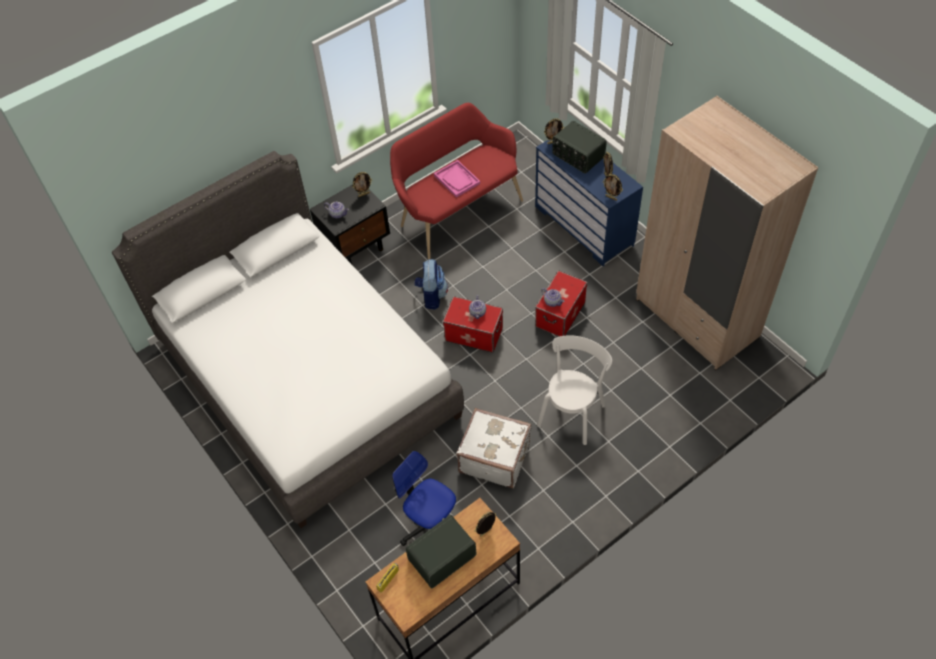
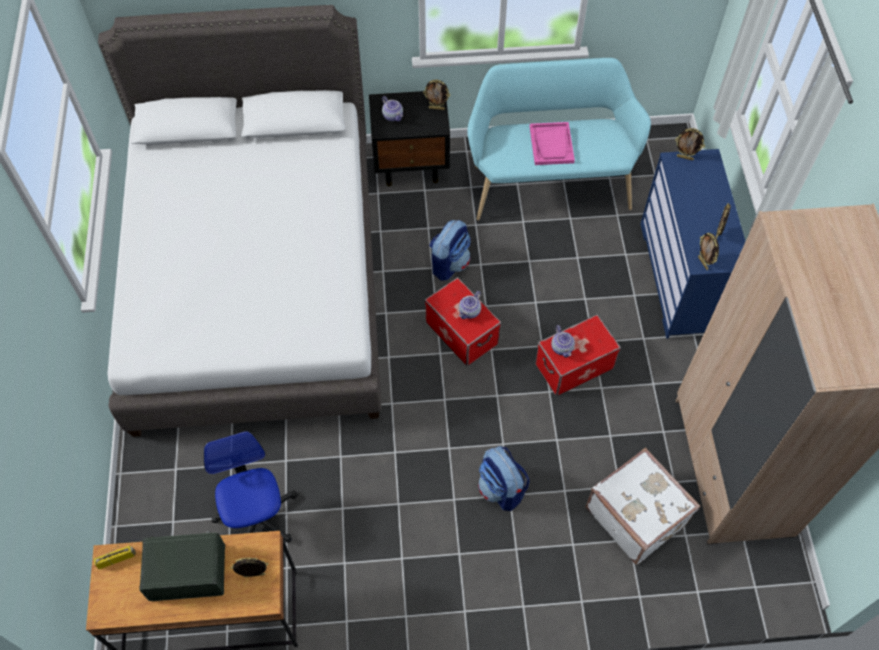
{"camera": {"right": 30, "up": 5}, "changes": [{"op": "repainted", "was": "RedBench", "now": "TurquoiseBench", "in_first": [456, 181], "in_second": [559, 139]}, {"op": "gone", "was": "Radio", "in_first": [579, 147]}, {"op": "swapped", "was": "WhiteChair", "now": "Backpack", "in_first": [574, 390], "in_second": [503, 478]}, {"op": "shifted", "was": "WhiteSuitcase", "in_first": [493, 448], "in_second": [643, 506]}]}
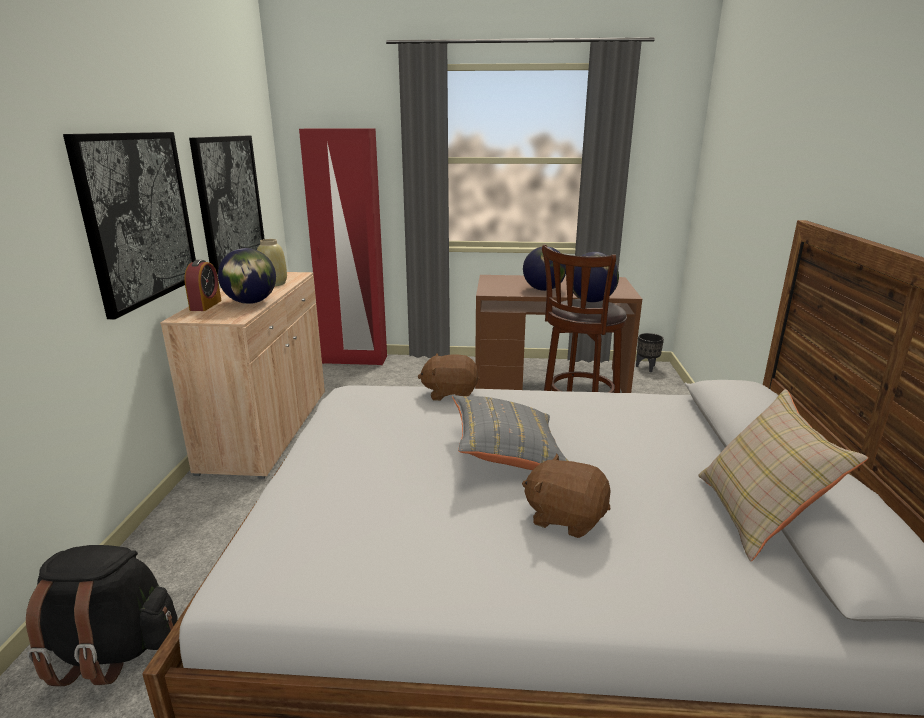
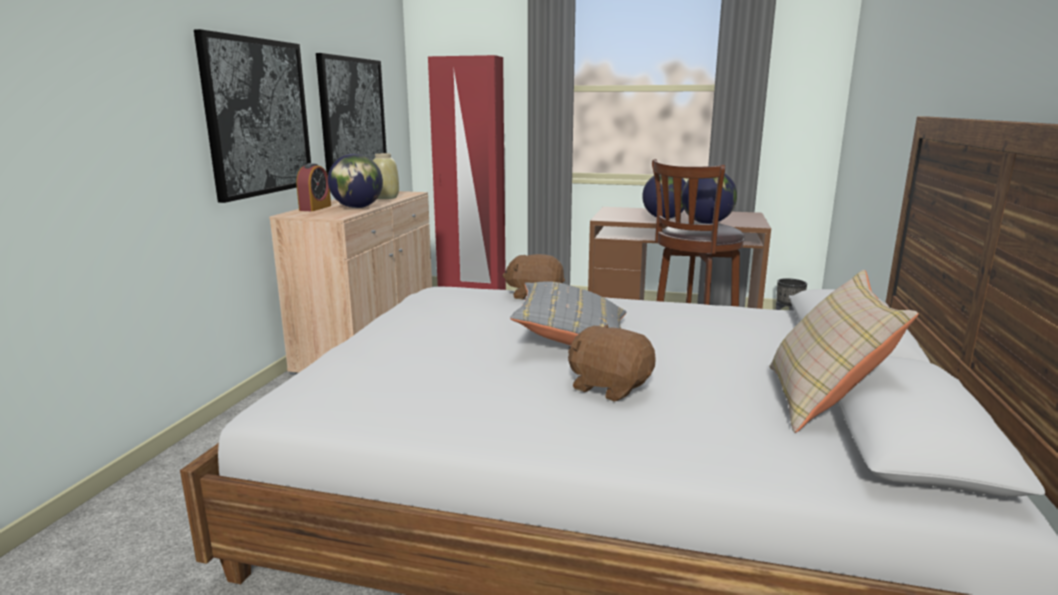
{"camera": {"right": 10, "up": -5}, "changes": [{"op": "gone", "was": "BlackBackpack", "in_first": [102, 615]}]}
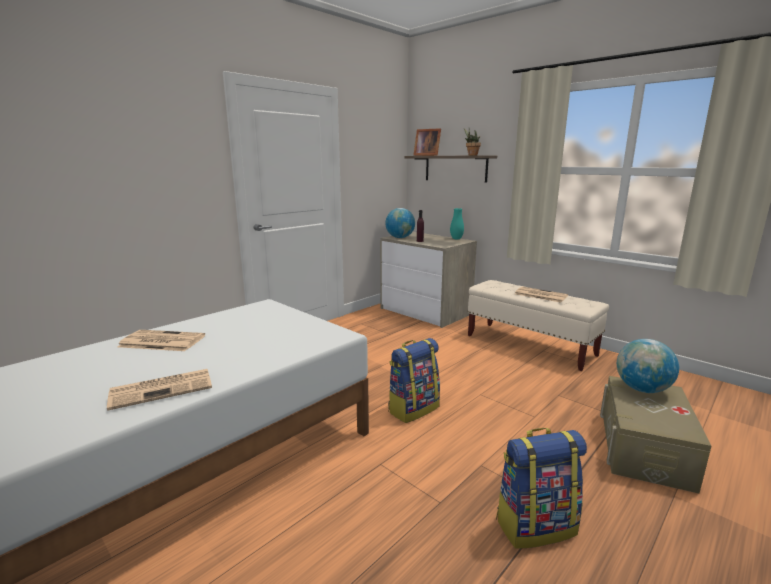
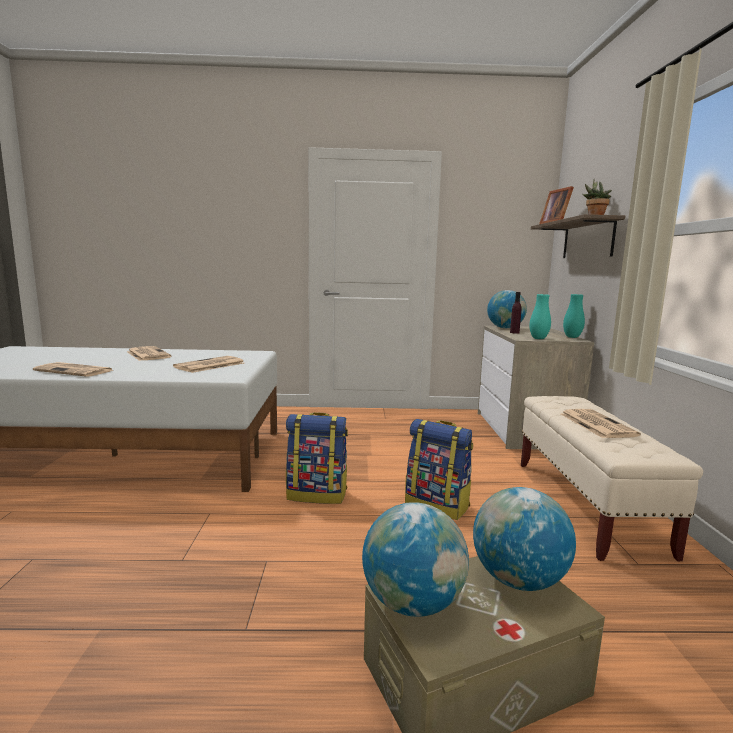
{"camera": {"right": 45, "up": -5}, "changes": [{"op": "shifted", "was": "Backpack", "in_first": [541, 488], "in_second": [439, 469]}, {"op": "new", "now": "TurquoiseVase", "in_second": [540, 316]}, {"op": "new", "now": "Newspaper", "in_second": [208, 364]}, {"op": "new", "now": "Globe", "in_second": [415, 559]}]}
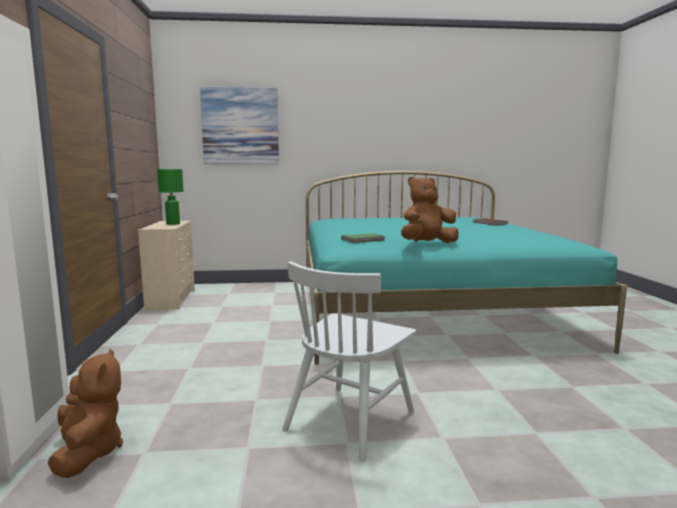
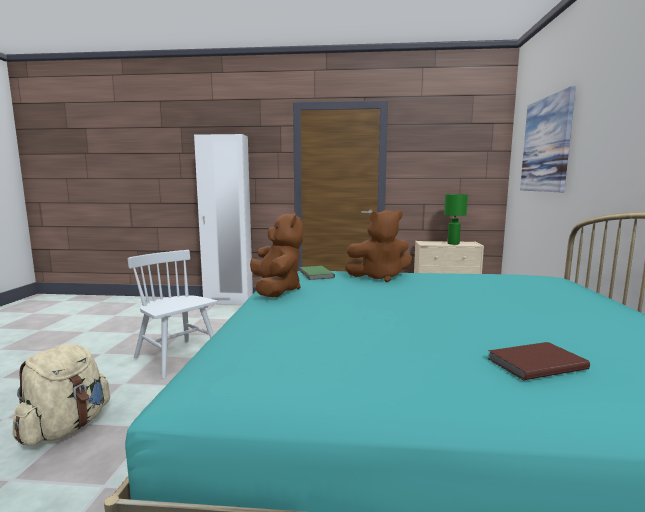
{"camera": {"right": 100, "up": 0}, "changes": [{"op": "shifted", "was": "BrownPlushToy", "in_first": [85, 413], "in_second": [378, 246]}, {"op": "new", "now": "BeigeBackpack", "in_second": [61, 395]}]}
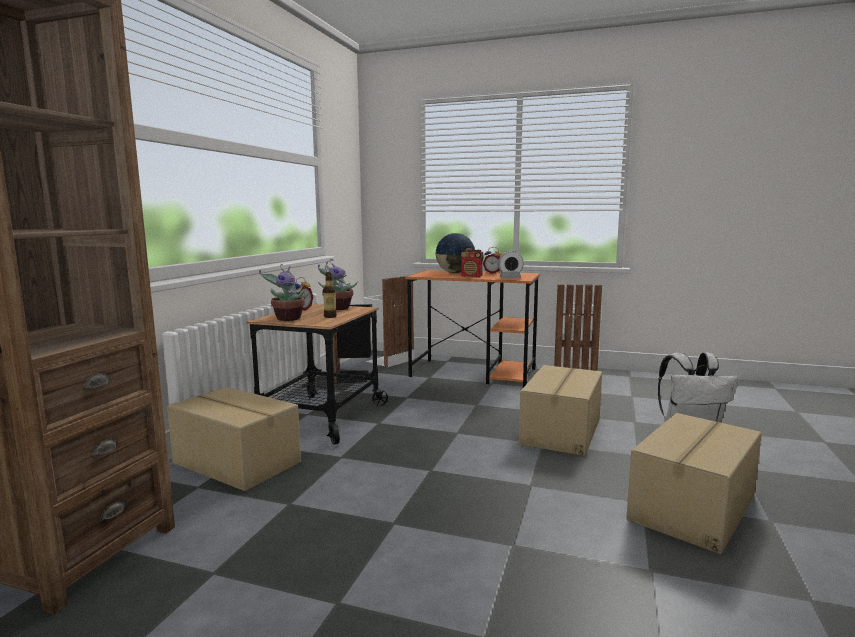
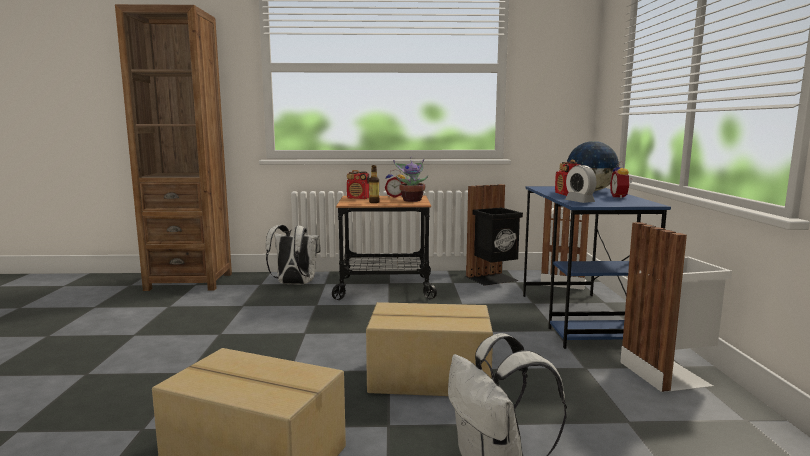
{"camera": {"right": 70, "up": 0}, "changes": [{"op": "swapped", "was": "PottedPlant", "now": "Radio", "in_first": [282, 292], "in_second": [358, 184]}, {"op": "repainted", "was": "OrangeDesk", "now": "BlueDesk", "in_first": [472, 328], "in_second": [597, 267]}, {"op": "swapped", "was": "CardboardBox", "now": "WhiteBackpack", "in_first": [234, 439], "in_second": [293, 255]}]}
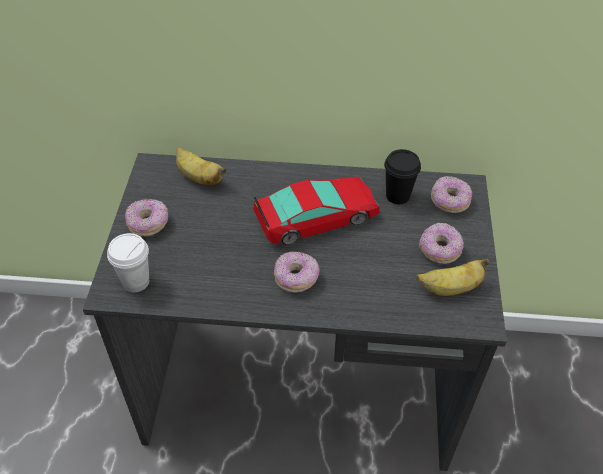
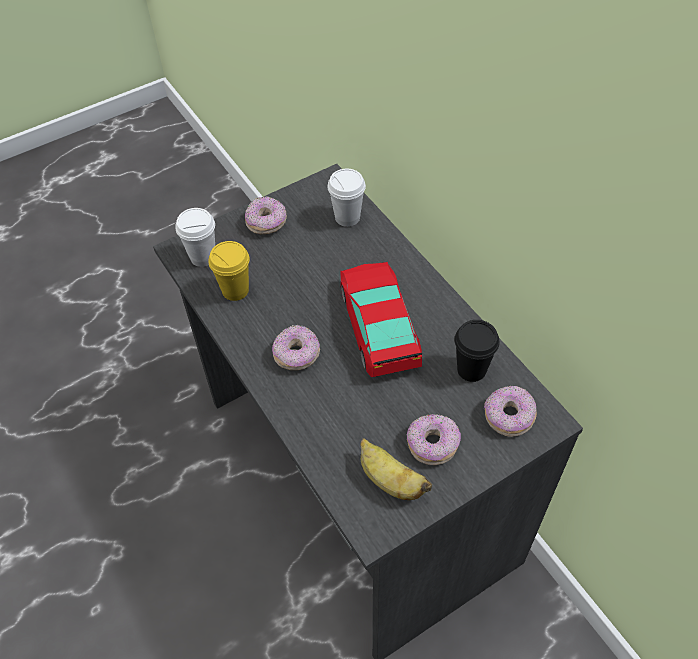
{"camera": {"right": 55, "up": 5}, "changes": [{"op": "swapped", "was": "Banana", "now": "WhiteCup", "in_first": [201, 166], "in_second": [346, 198]}, {"op": "rotated", "was": "ToyCar", "in_first": [316, 211], "in_second": [381, 319], "clockwise": -135}, {"op": "new", "now": "YellowCup", "in_second": [229, 271]}]}
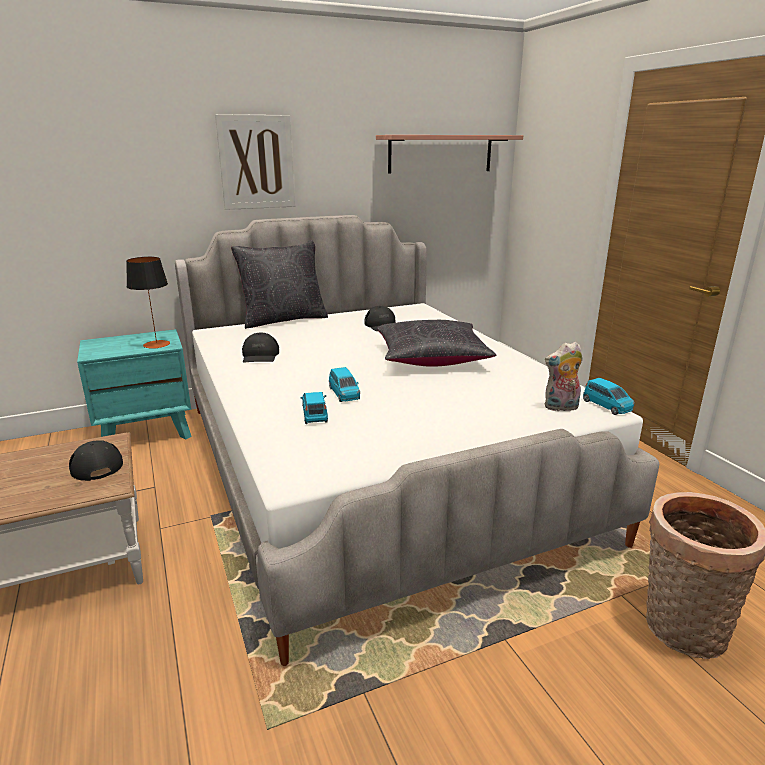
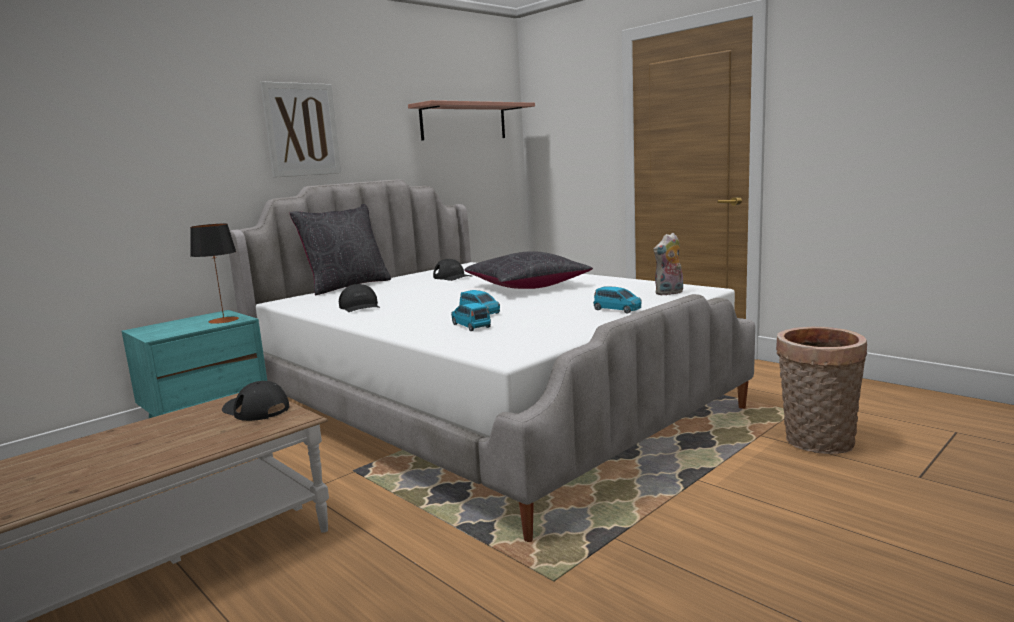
{"camera": {"right": -20, "up": -10}, "changes": [{"op": "shifted", "was": "BlueToyCar", "in_first": [609, 396], "in_second": [617, 300]}]}
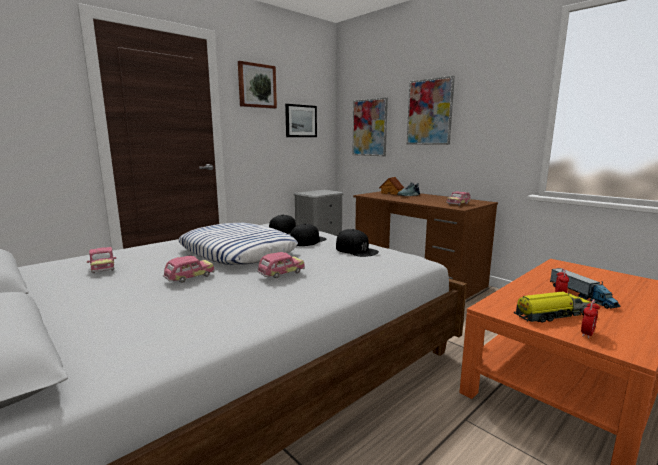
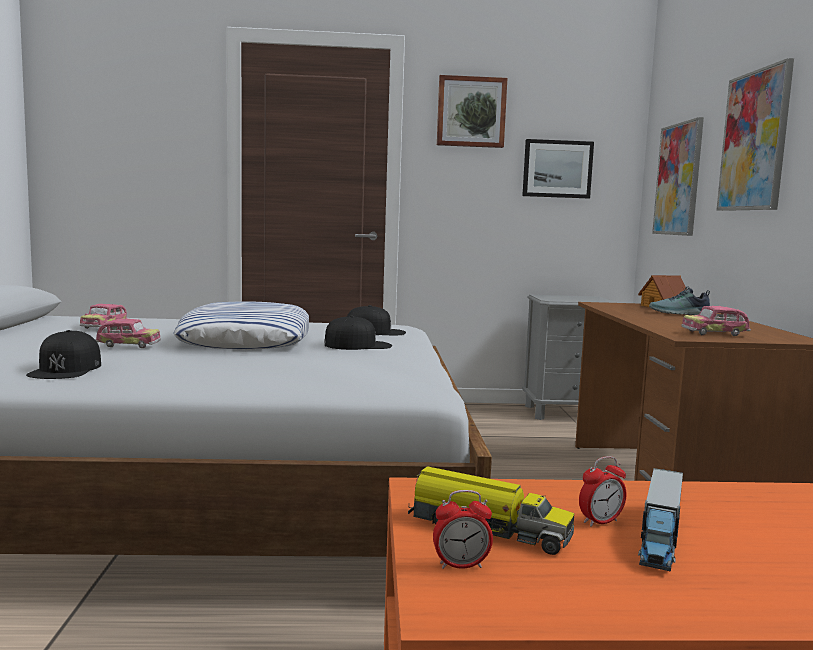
{"camera": {"right": 40, "up": -5}, "changes": [{"op": "shifted", "was": "BlackCap", "in_first": [357, 243], "in_second": [63, 354]}, {"op": "gone", "was": "ToyCar", "in_first": [281, 265]}]}
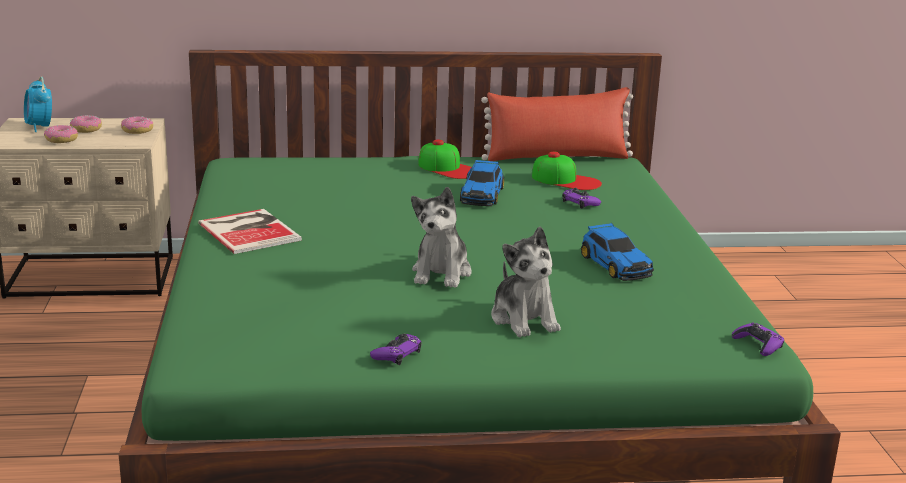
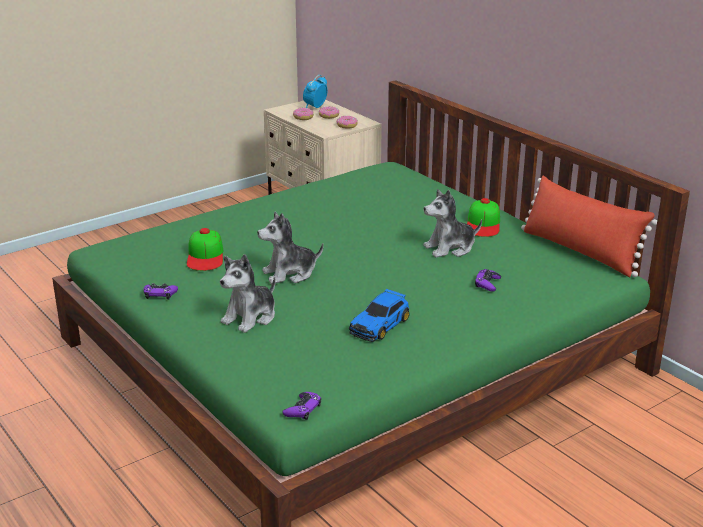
{"camera": {"right": 60, "up": 5}, "changes": [{"op": "shifted", "was": "Cap", "in_first": [567, 171], "in_second": [205, 249]}, {"op": "swapped", "was": "ToyCar", "now": "PlushToy", "in_first": [482, 183], "in_second": [452, 223]}, {"op": "gone", "was": "Book", "in_first": [250, 231]}]}
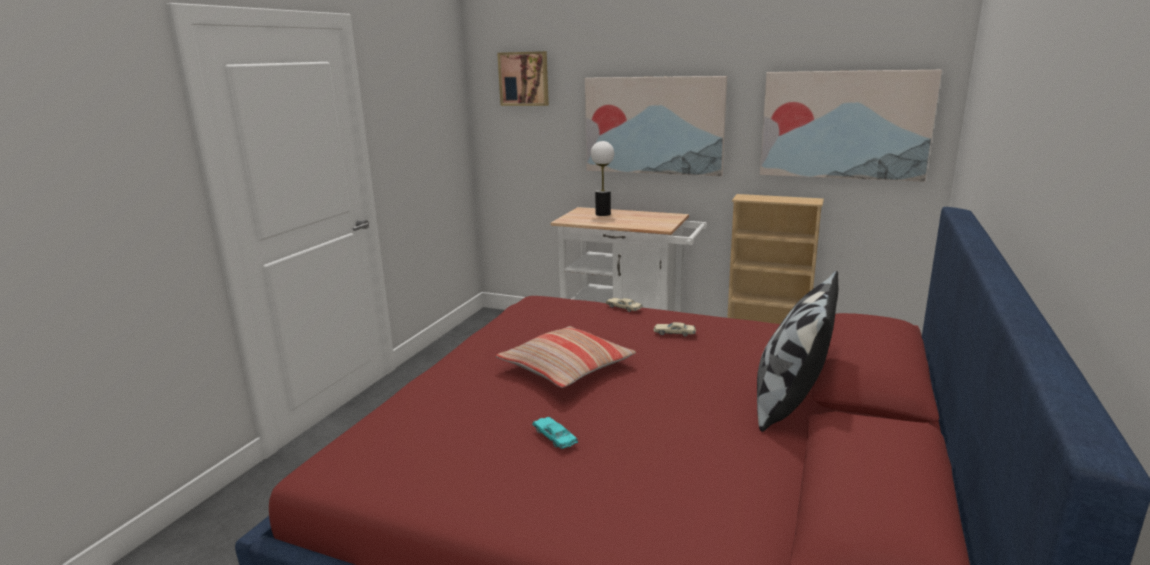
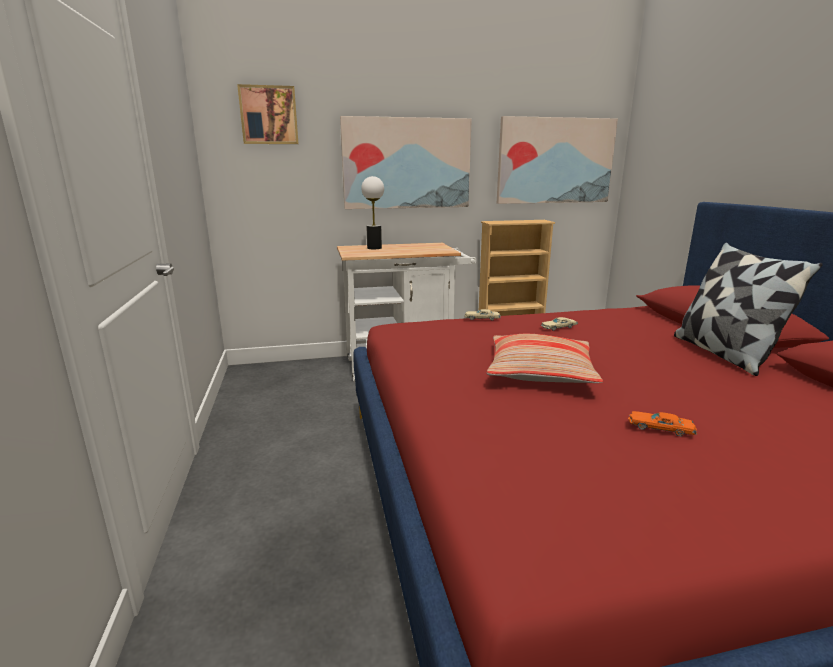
{"camera": {"right": -35, "up": 0}, "changes": [{"op": "repainted", "was": "TurquoiseToyCar", "now": "OrangeToyCar", "in_first": [555, 433], "in_second": [662, 423]}]}
